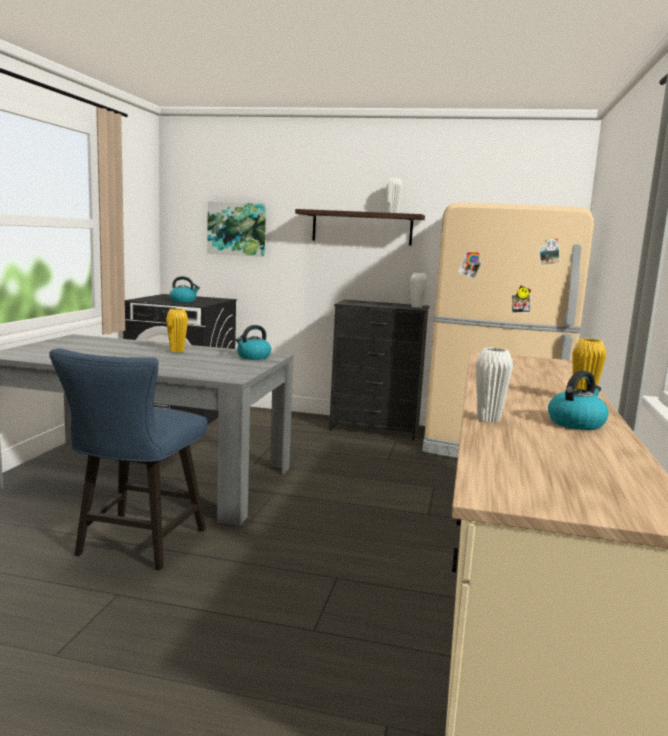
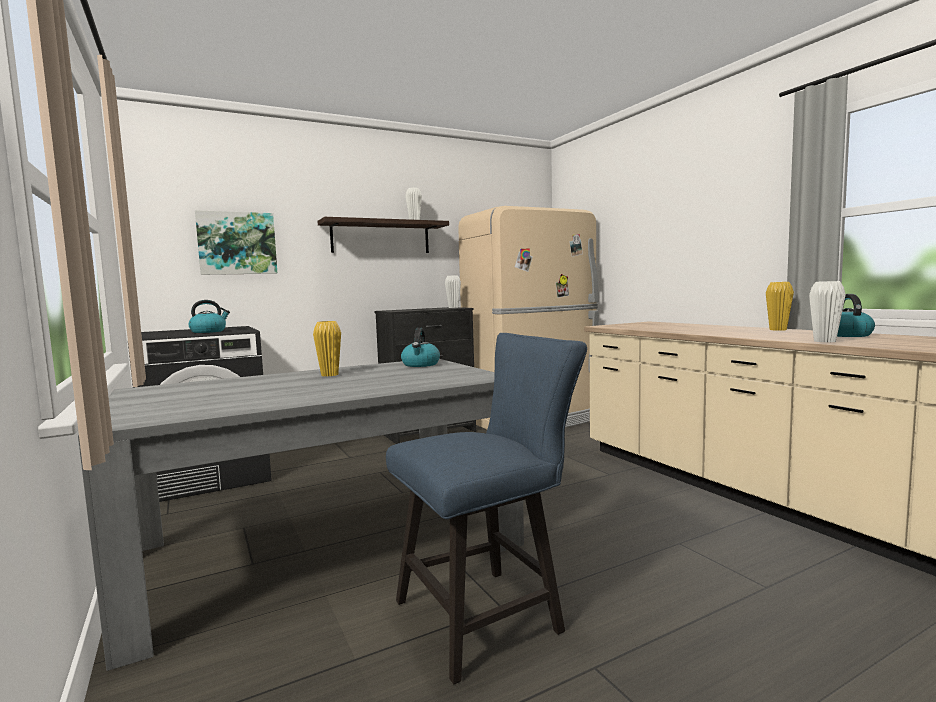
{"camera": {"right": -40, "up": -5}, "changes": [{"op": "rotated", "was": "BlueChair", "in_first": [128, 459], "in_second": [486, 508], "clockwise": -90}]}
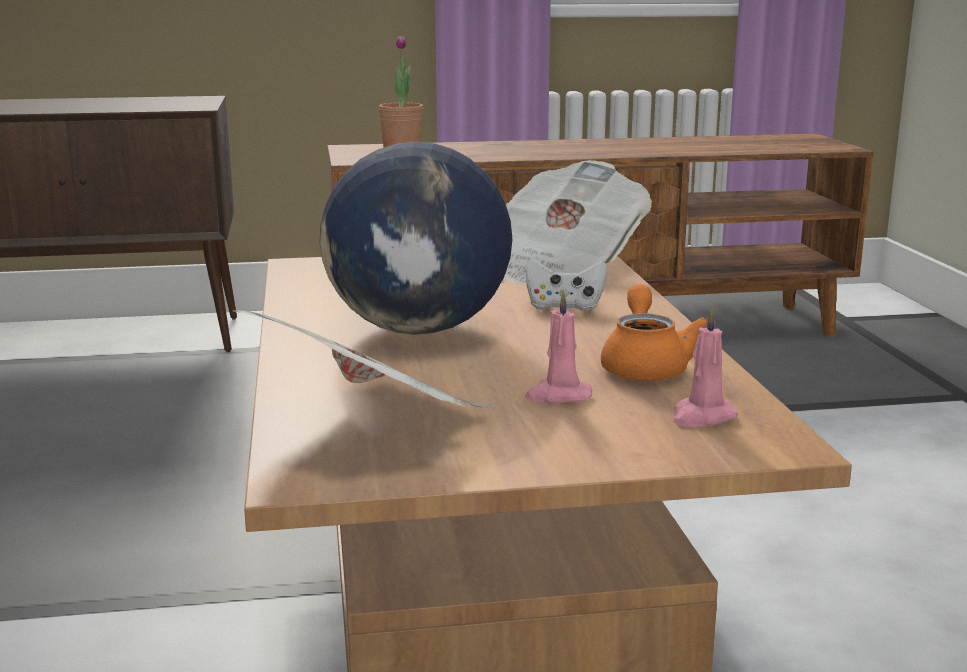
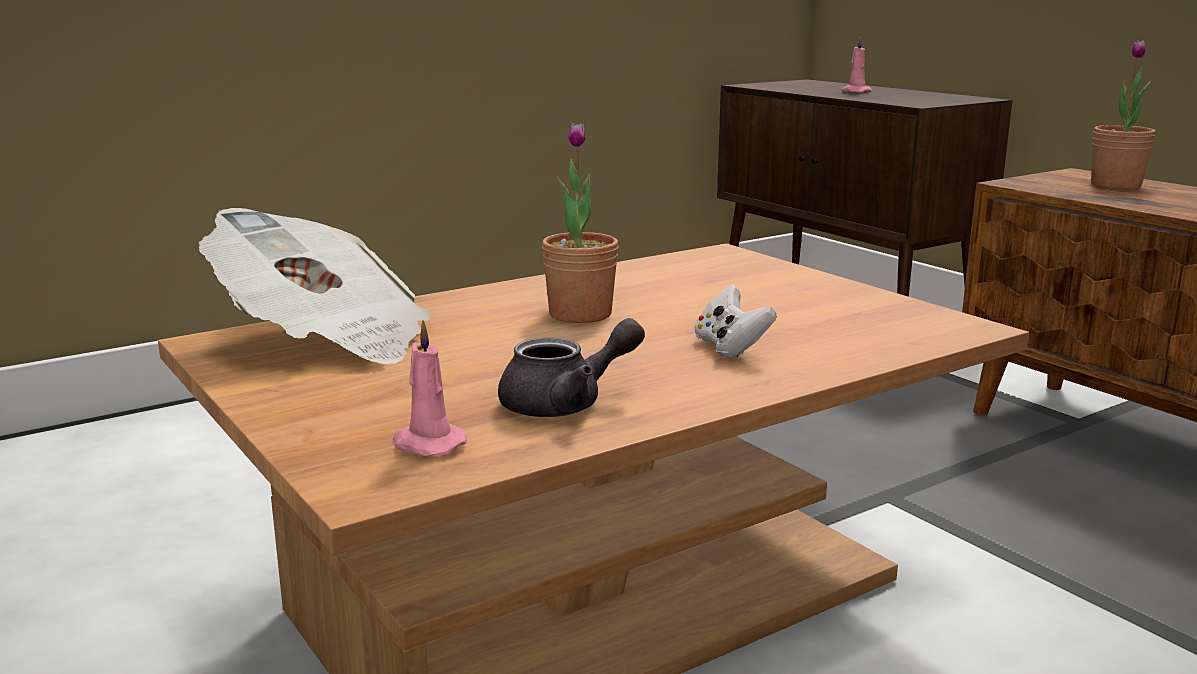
{"camera": {"right": 65, "up": 0}, "changes": [{"op": "swapped", "was": "Globe", "now": "PottedPlant", "in_first": [416, 238], "in_second": [580, 223]}, {"op": "gone", "was": "Newspaper", "in_first": [577, 221]}, {"op": "repainted", "was": "OrangeTeapot", "now": "GreyTeapot", "in_first": [654, 332], "in_second": [571, 367]}, {"op": "shifted", "was": "PinkCandle", "in_first": [558, 346], "in_second": [857, 64]}]}
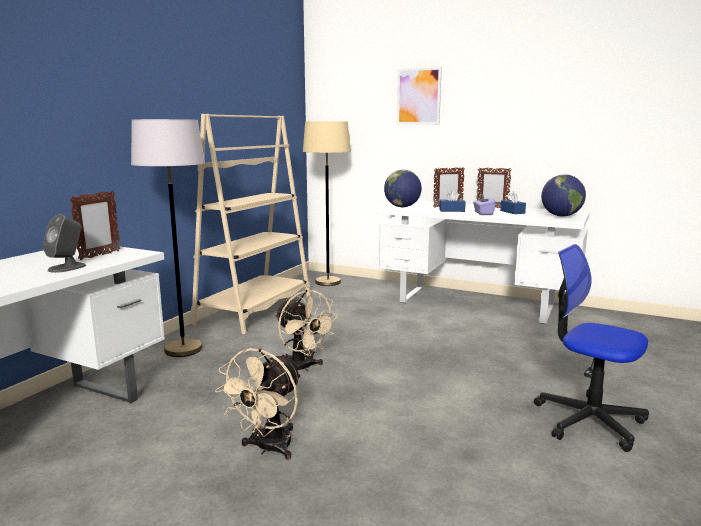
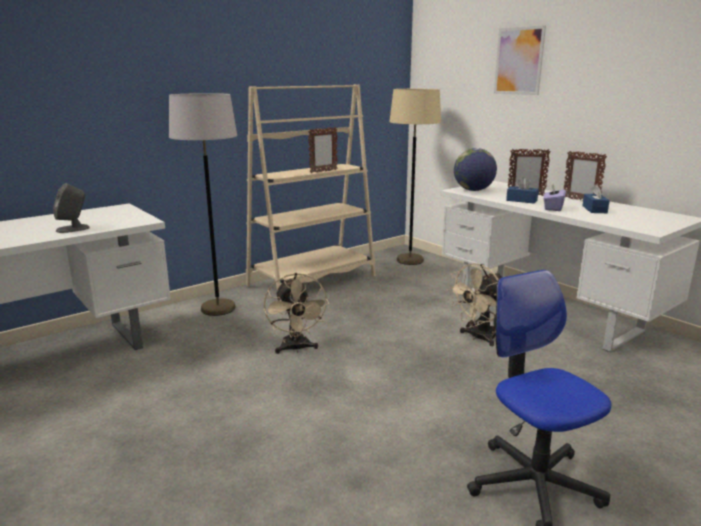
{"camera": {"right": 25, "up": 5}, "changes": [{"op": "gone", "was": "Globe", "in_first": [563, 195]}, {"op": "shifted", "was": "PictureFrame", "in_first": [95, 225], "in_second": [323, 150]}, {"op": "shifted", "was": "BeigeFan", "in_first": [258, 404], "in_second": [475, 304]}]}
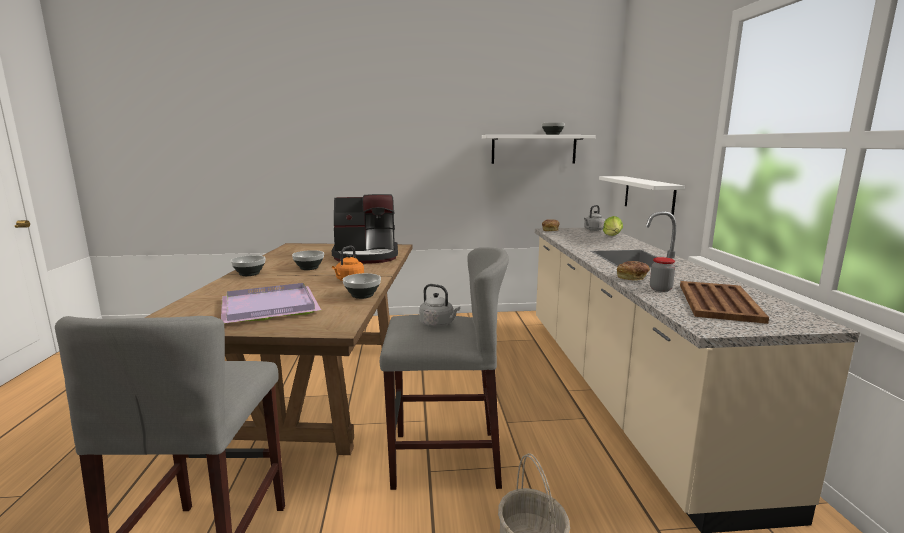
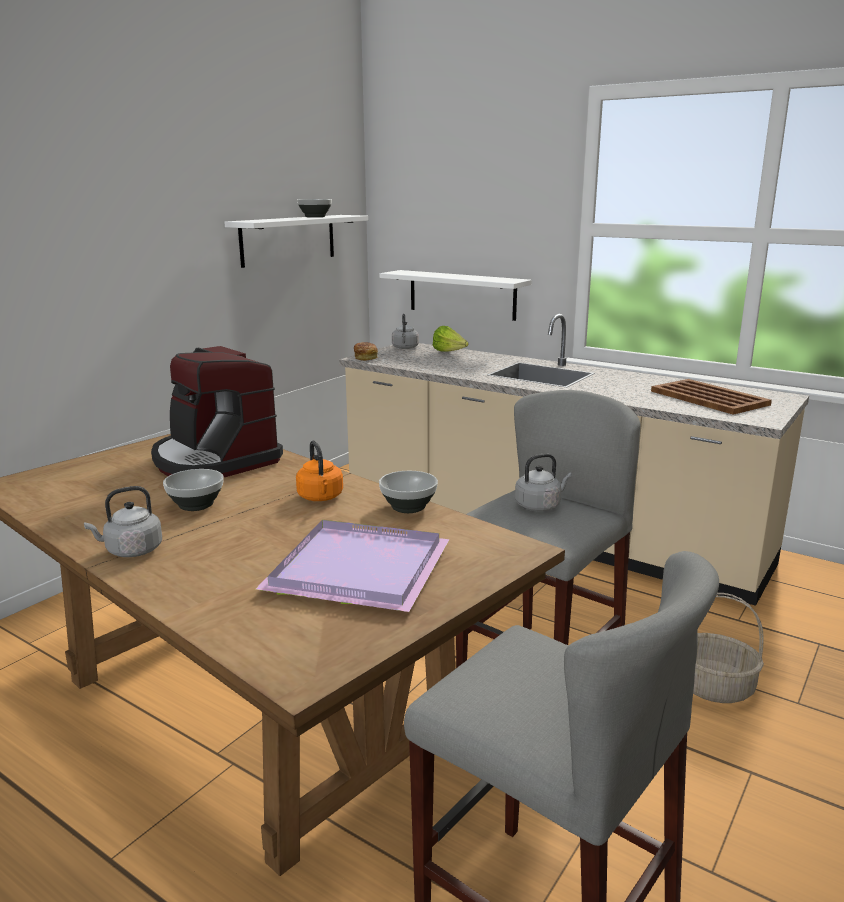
{"camera": {"right": -50, "up": 5}, "changes": [{"op": "rotated", "was": "CoffeeMachine", "in_first": [365, 229], "in_second": [217, 412], "clockwise": 105}, {"op": "swapped", "was": "Bowl", "now": "GreyKettle", "in_first": [247, 265], "in_second": [123, 521]}, {"op": "gone", "was": "Jar", "in_first": [662, 274]}, {"op": "gone", "was": "Bread", "in_first": [633, 270]}]}
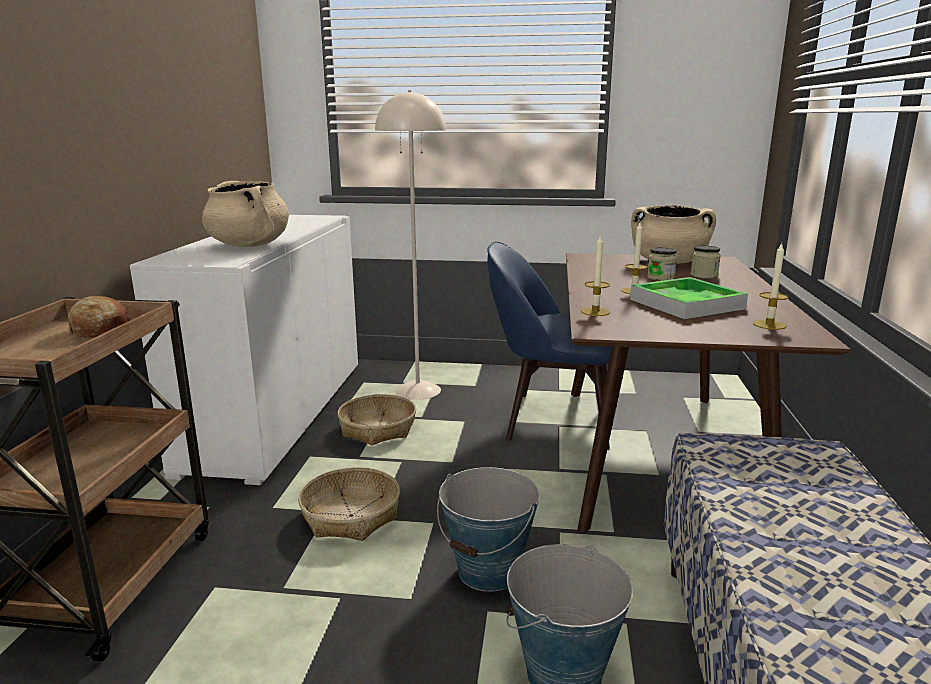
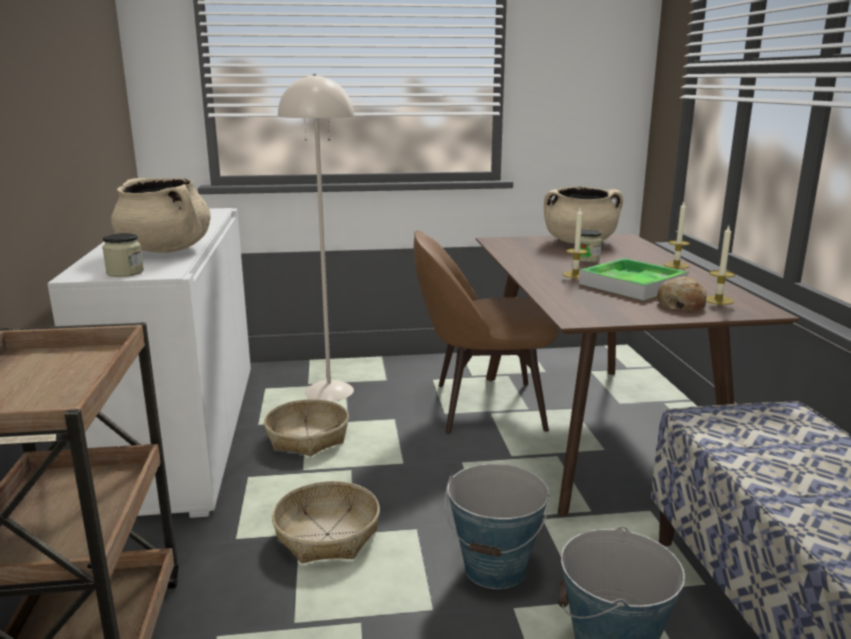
{"camera": {"right": -15, "up": 0}, "changes": [{"op": "shifted", "was": "Candle", "in_first": [595, 276], "in_second": [677, 235]}, {"op": "repainted", "was": "BlueChair", "now": "BrownChair", "in_first": [549, 345], "in_second": [487, 332]}, {"op": "shifted", "was": "Jar", "in_first": [705, 261], "in_second": [123, 255]}, {"op": "shifted", "was": "Bread", "in_first": [99, 317], "in_second": [682, 293]}]}
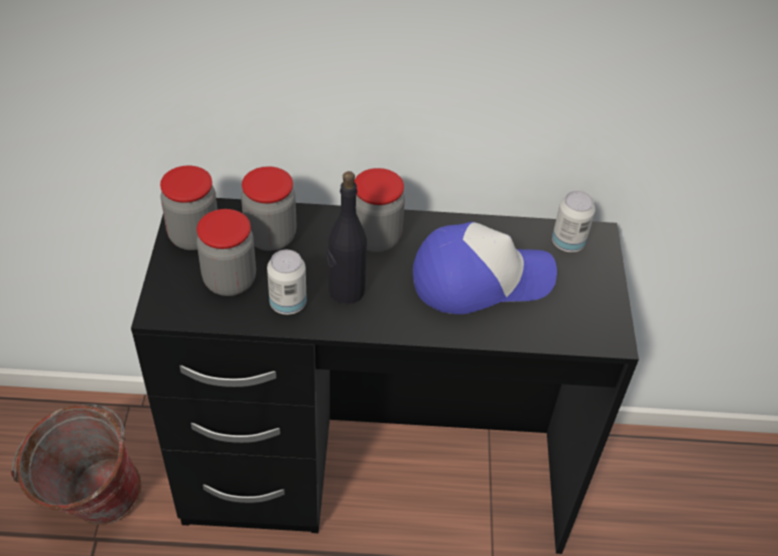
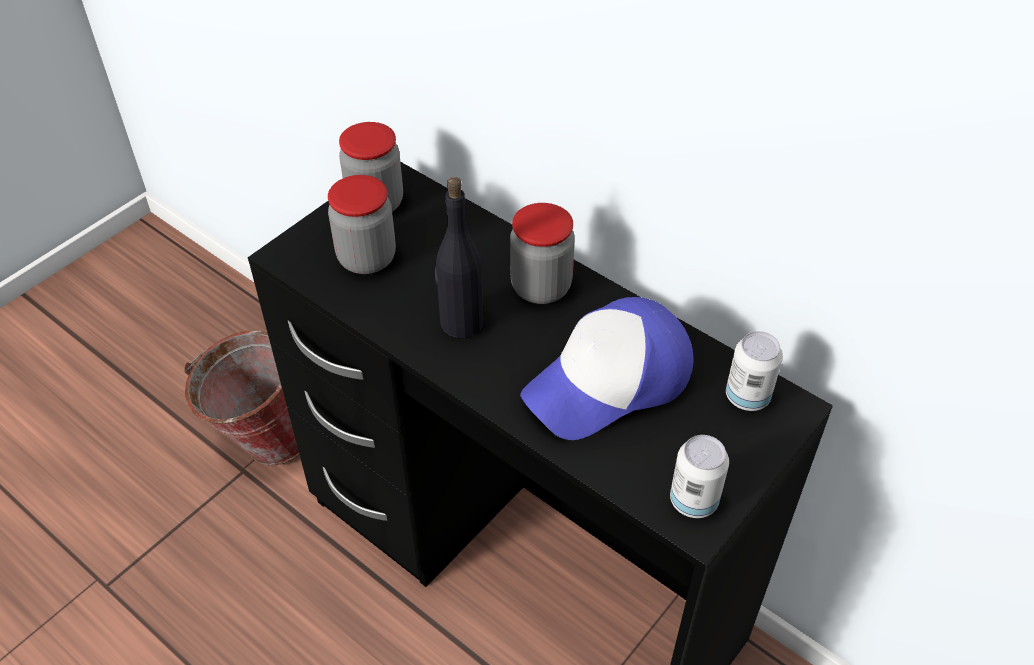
{"camera": {"right": 40, "up": 0}, "changes": [{"op": "gone", "was": "Jar", "in_first": [269, 208]}, {"op": "rotated", "was": "Cap", "in_first": [485, 268], "in_second": [606, 368], "clockwise": 120}, {"op": "shifted", "was": "Can", "in_first": [287, 282], "in_second": [699, 476]}]}
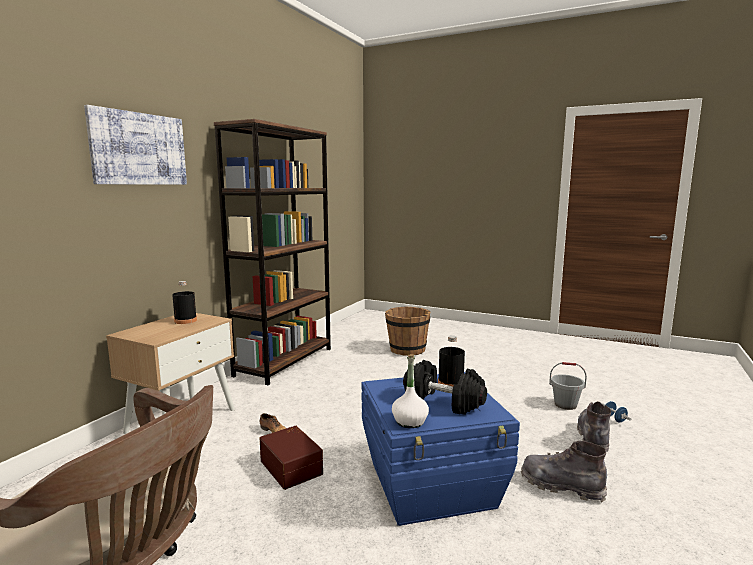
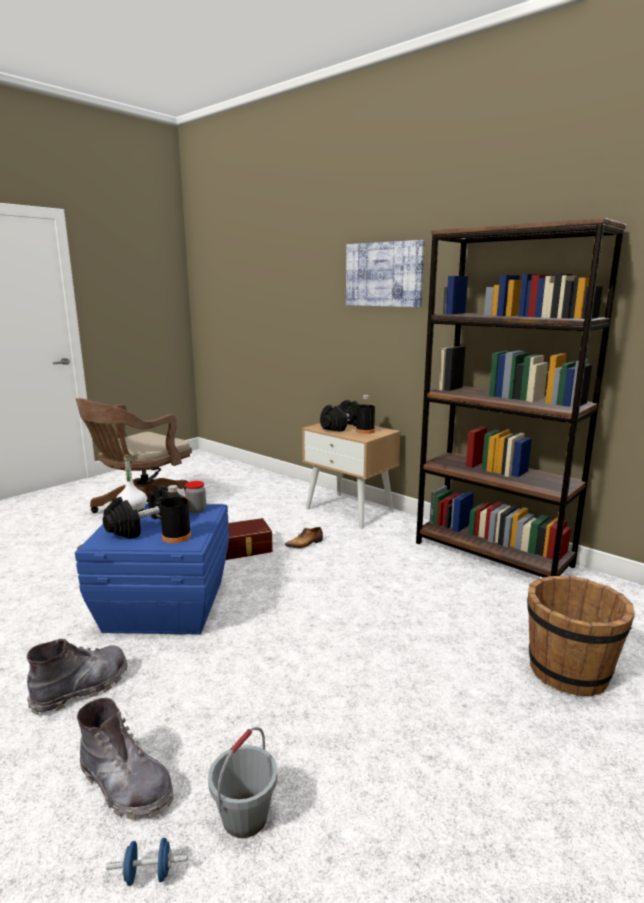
{"camera": {"right": 105, "up": 5}, "changes": [{"op": "new", "now": "BlackDumbbell", "in_second": [339, 416]}, {"op": "new", "now": "Jar", "in_second": [195, 497]}]}
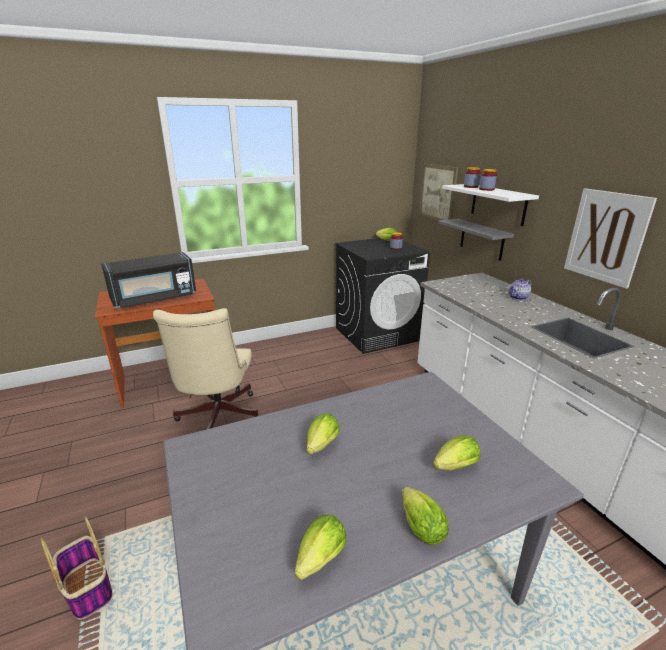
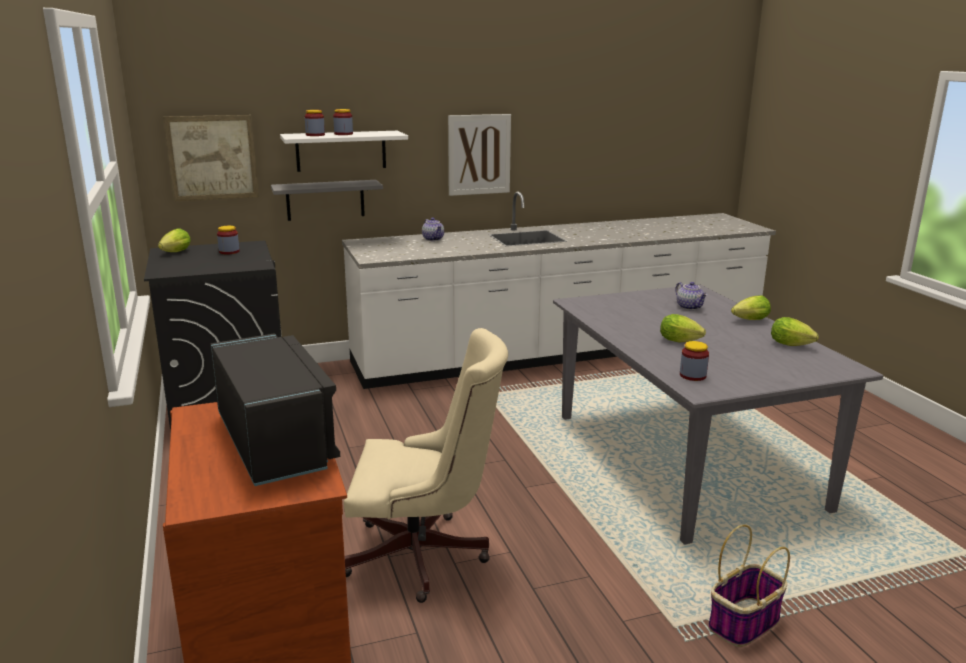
{"camera": {"right": -85, "up": -5}, "changes": [{"op": "swapped", "was": "Lettuce", "now": "Teapot", "in_first": [457, 453], "in_second": [691, 296]}, {"op": "new", "now": "Jar", "in_second": [694, 361]}]}
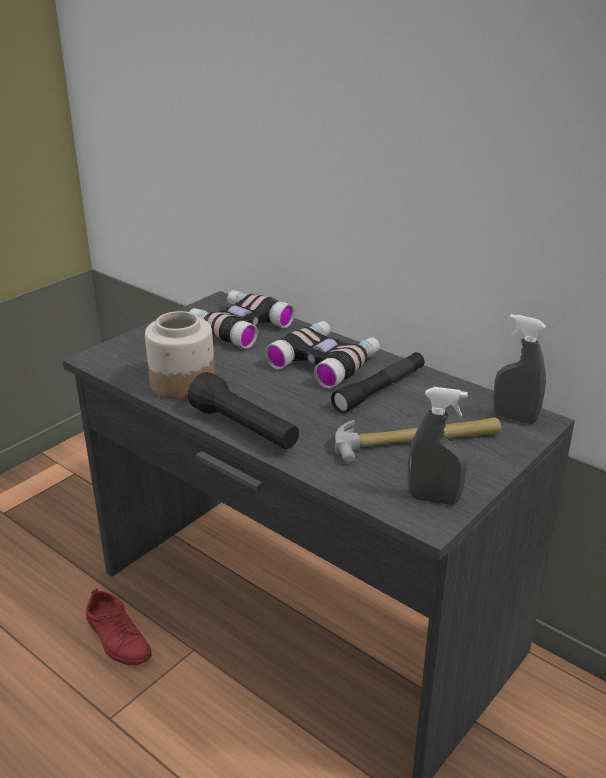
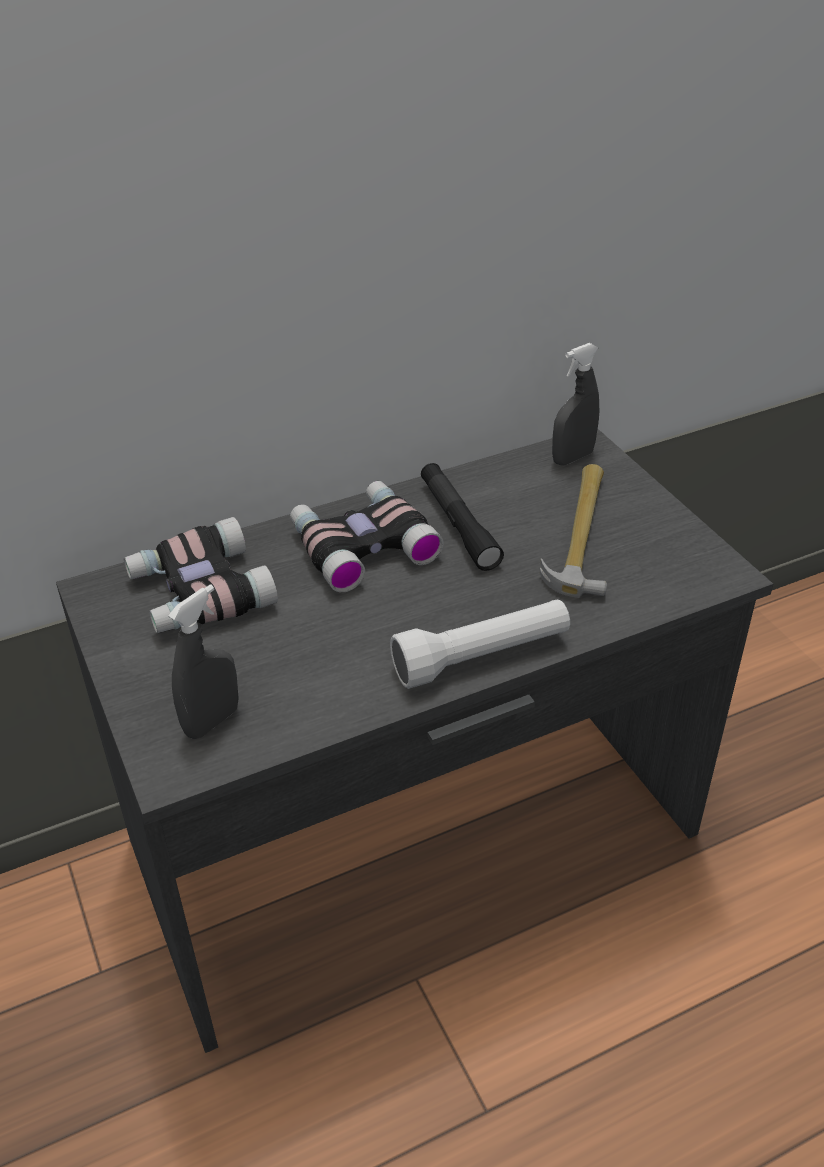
{"camera": {"right": -65, "up": 10}, "changes": [{"op": "gone", "was": "Jar", "in_first": [180, 355]}, {"op": "repainted", "was": "BlackFlashlight", "now": "WhiteFlashlight", "in_first": [243, 410], "in_second": [480, 644]}, {"op": "shifted", "was": "GreySprayBottle", "in_first": [437, 446], "in_second": [203, 661]}, {"op": "gone", "was": "RedShoe", "in_first": [119, 626]}]}
